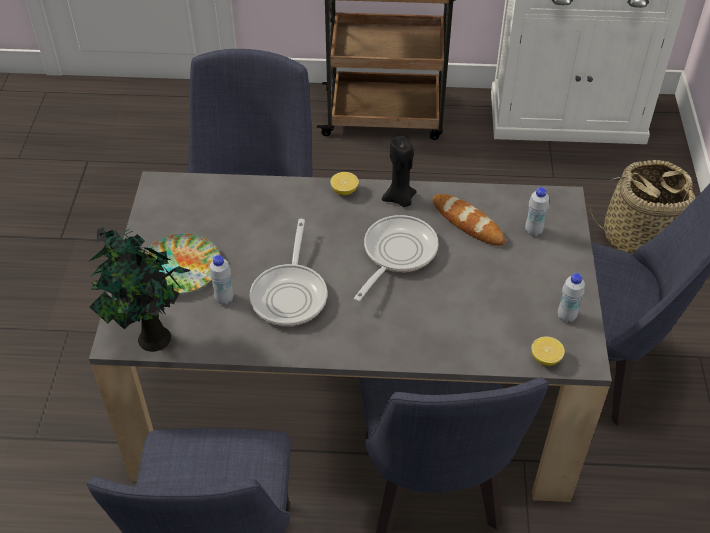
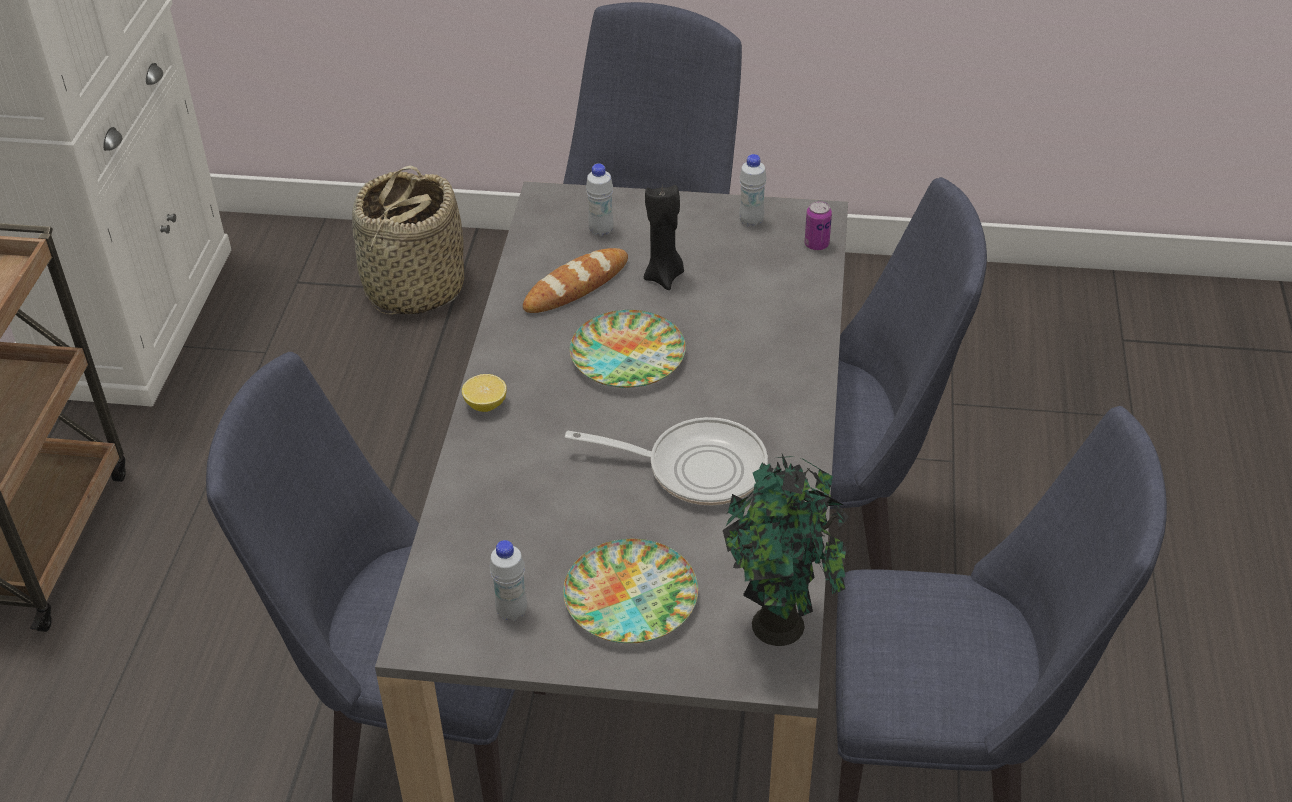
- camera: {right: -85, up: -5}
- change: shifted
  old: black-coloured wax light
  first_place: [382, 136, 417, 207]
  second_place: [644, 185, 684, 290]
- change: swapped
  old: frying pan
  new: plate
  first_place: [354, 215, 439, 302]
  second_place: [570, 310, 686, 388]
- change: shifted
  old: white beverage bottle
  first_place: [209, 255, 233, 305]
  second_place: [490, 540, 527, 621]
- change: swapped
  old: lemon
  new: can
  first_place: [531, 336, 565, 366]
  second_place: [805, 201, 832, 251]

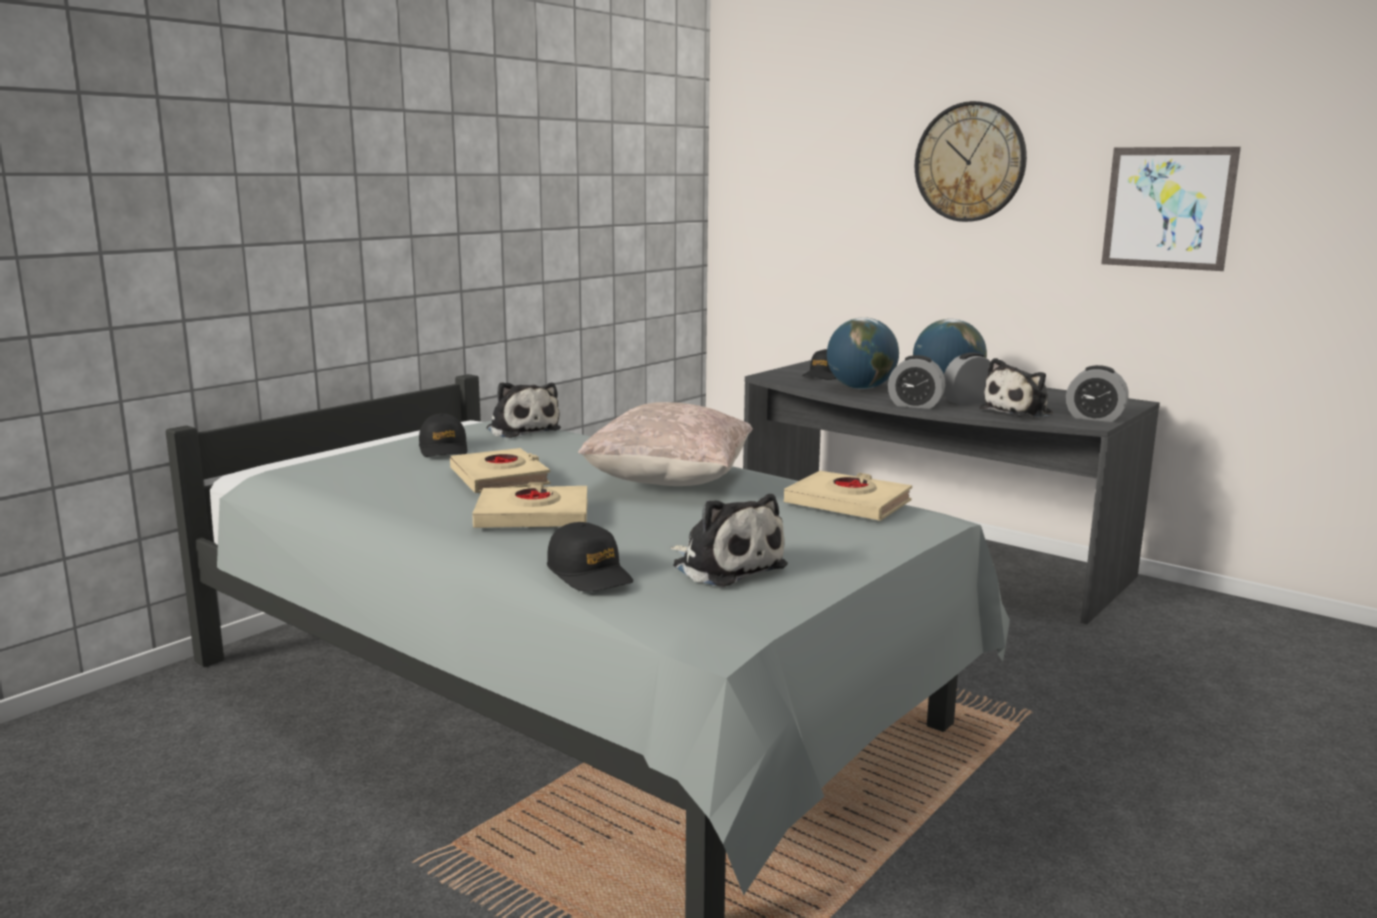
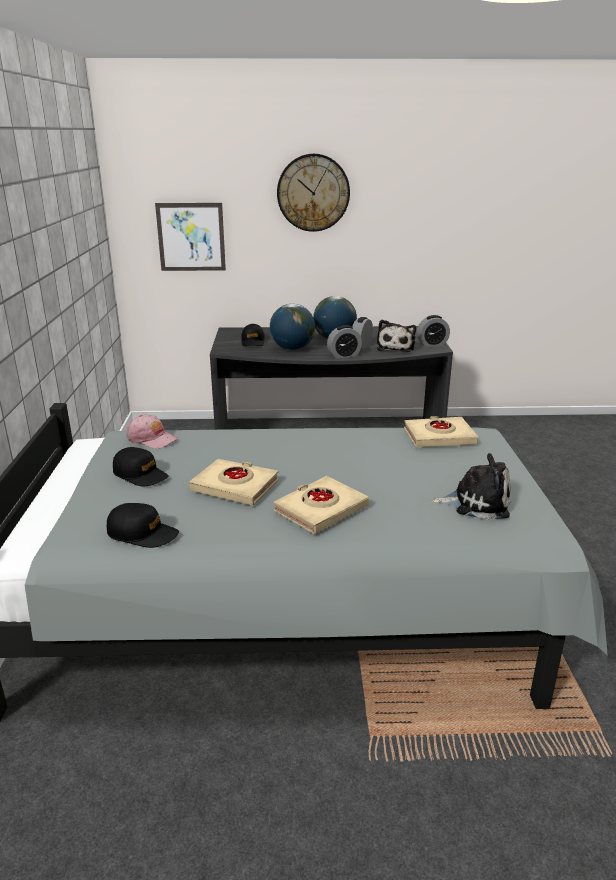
- camera: {right: -40, up: 10}
- change: shifted
  old: wall picture
  first_place: [1101, 147, 1241, 271]
  second_place: [155, 203, 226, 271]
- change: swapped
  old: plush toy
  new: pink-coloured cap
  first_place: [487, 382, 561, 438]
  second_place: [127, 415, 178, 449]
- change: gone
  old: beige pillow
  first_place: [578, 402, 753, 486]
- change: shifted
  old: black-coloured cap
  first_place: [547, 522, 633, 592]
  second_place: [107, 503, 179, 548]

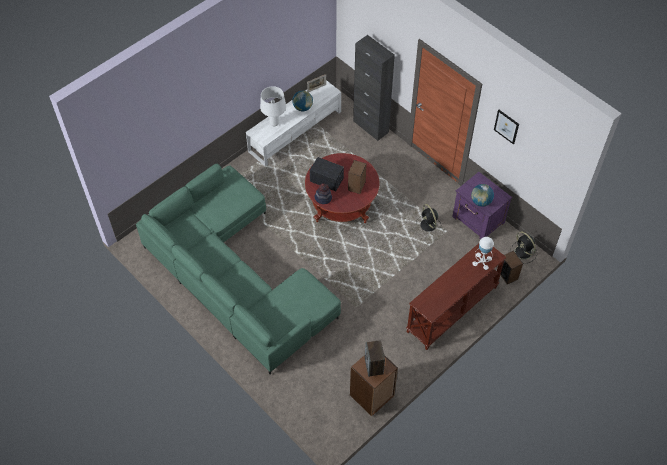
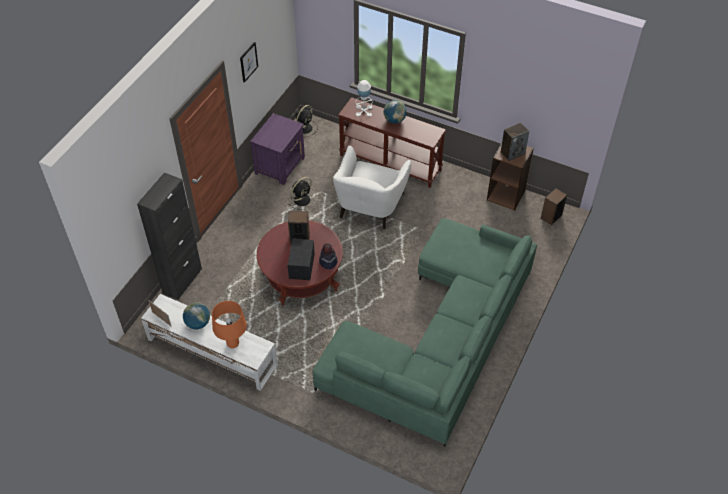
- camera: {right: -110, up: -5}
- change: repainted
  old: white lamp for a table
  new: orange-coloured lamp for a table
  first_place: [260, 86, 286, 126]
  second_place: [212, 301, 247, 348]
- change: shifted
  old: world globe
  first_place: [471, 184, 494, 207]
  second_place: [384, 100, 407, 123]
- change: shifted
  old: loudspeaker
  first_place: [500, 251, 523, 284]
  second_place: [541, 188, 567, 225]
- change: new
  new: white armchair
  second_place: [333, 146, 411, 229]

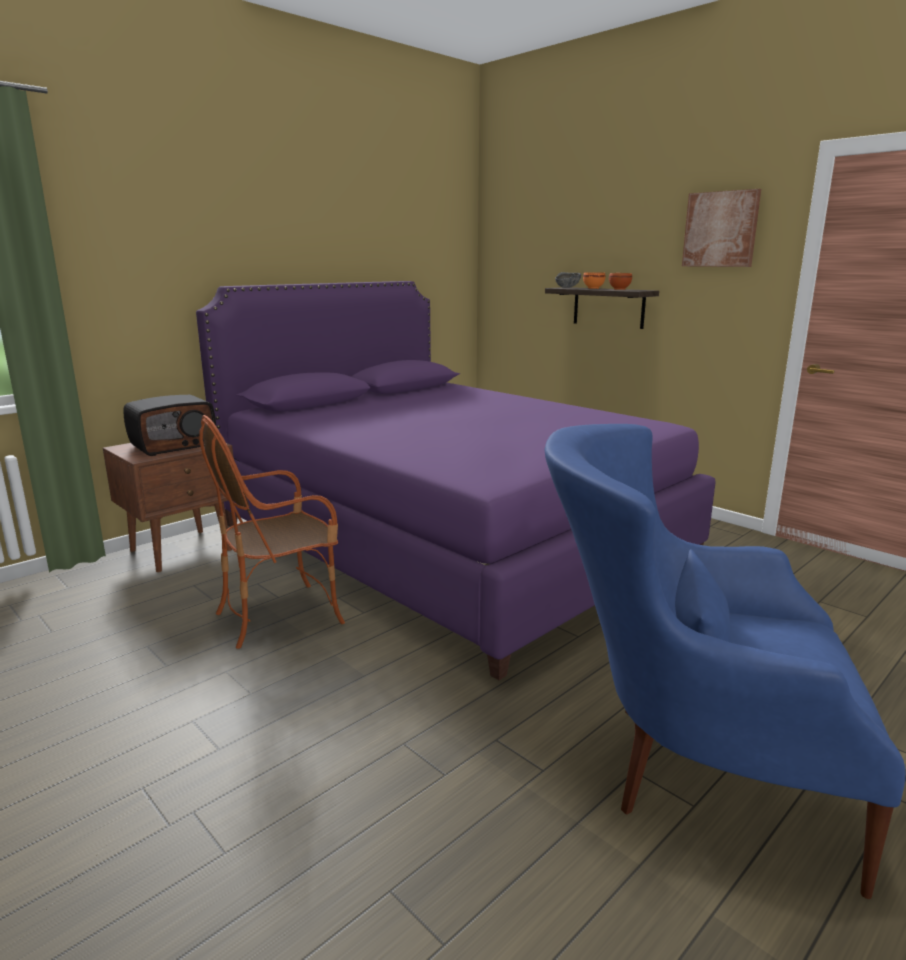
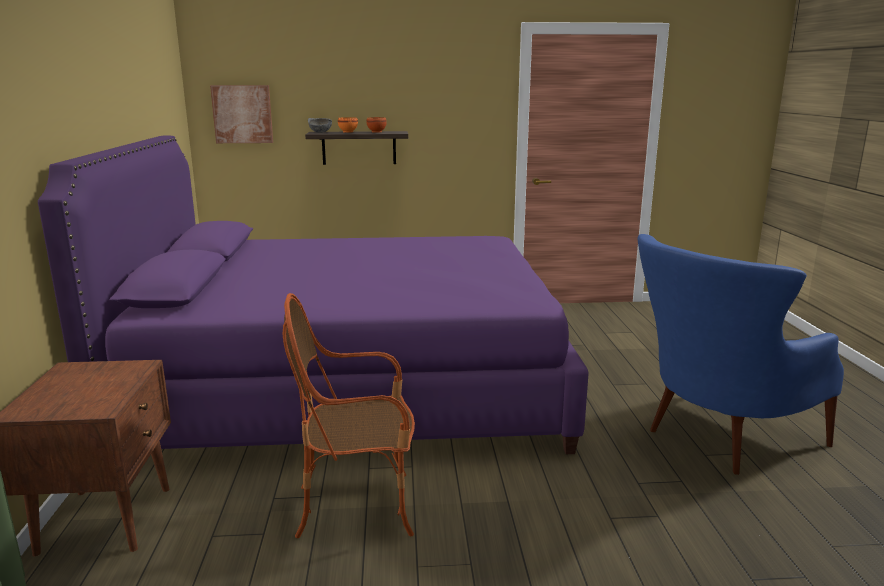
- camera: {right: -50, up: 0}
- change: shifted
  old: wall picture
  first_place: [682, 189, 761, 267]
  second_place: [210, 85, 273, 143]
- change: gone
  old: radio
  first_place: [124, 395, 216, 456]
- change: rotated
  old: armchair
  first_place: [199, 415, 345, 649]
  second_place: [283, 293, 415, 538]
  degrees: 75

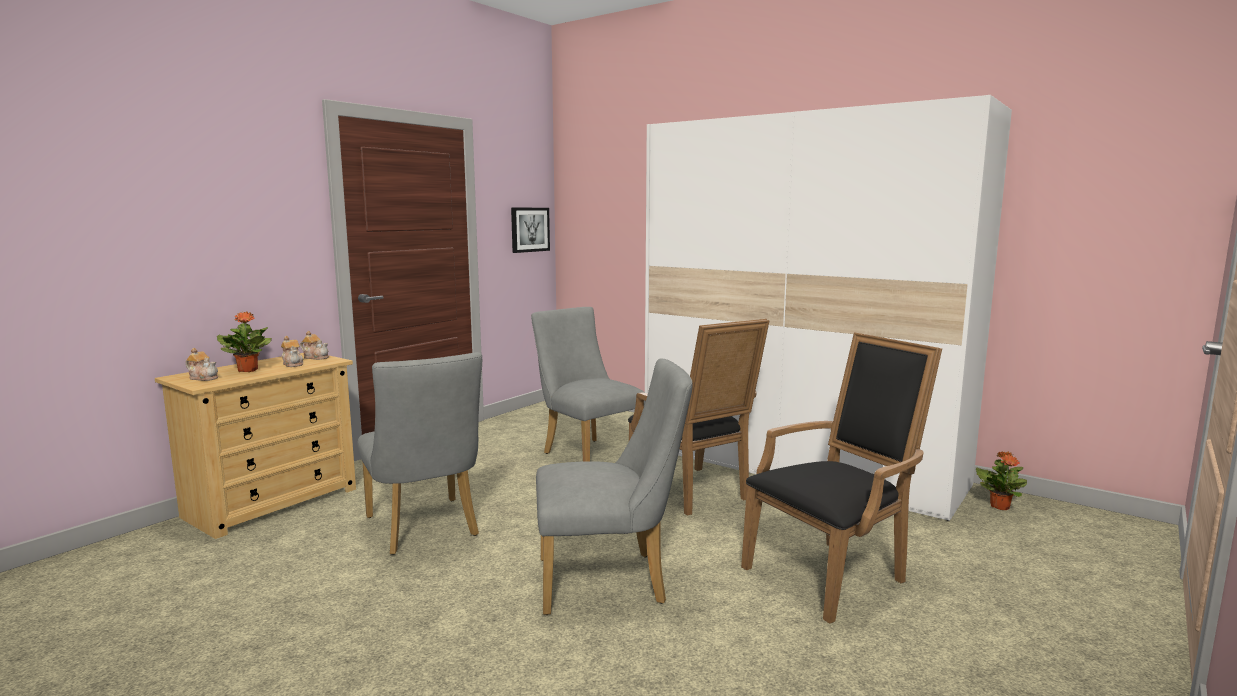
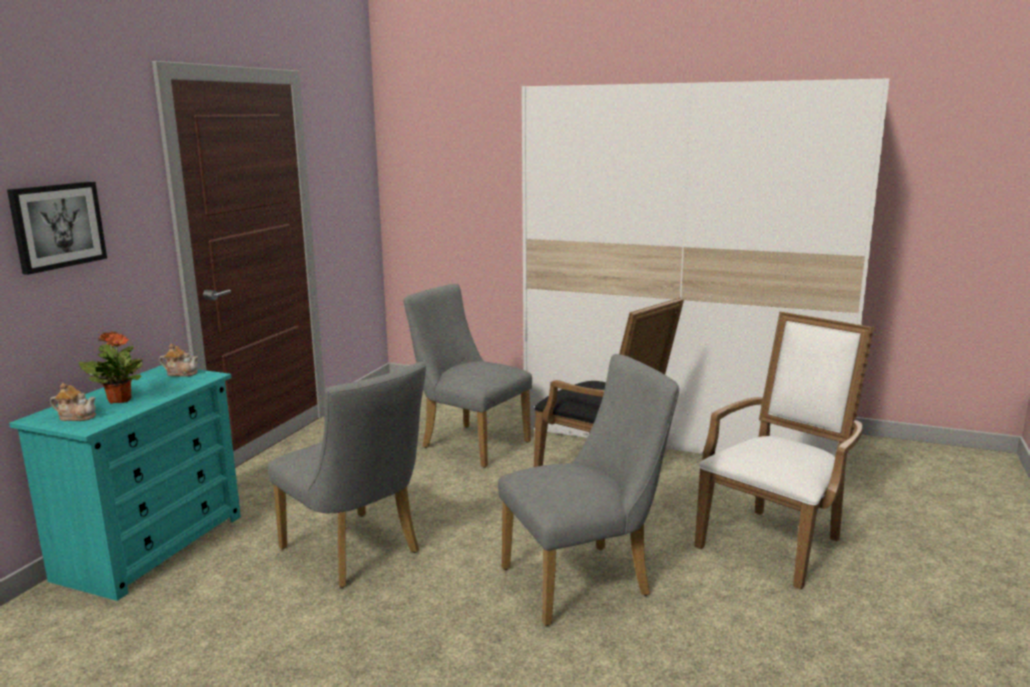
- camera: {right: -15, up: 5}
- change: shifted
  old: wall picture
  first_place: [511, 208, 550, 253]
  second_place: [7, 182, 107, 275]
- change: repainted
  old: black-coloured armchair
  new: white armchair
  first_place: [741, 332, 942, 624]
  second_place: [695, 311, 874, 590]
- change: gone
  old: tea pot
  first_place: [281, 336, 303, 367]
- change: repainted
  old: beige chest of drawers
  new: turquoise-coloured chest of drawers
  first_place: [155, 353, 356, 539]
  second_place: [9, 365, 241, 601]
- change: gone
  old: plant in a pot
  first_place: [976, 451, 1027, 510]

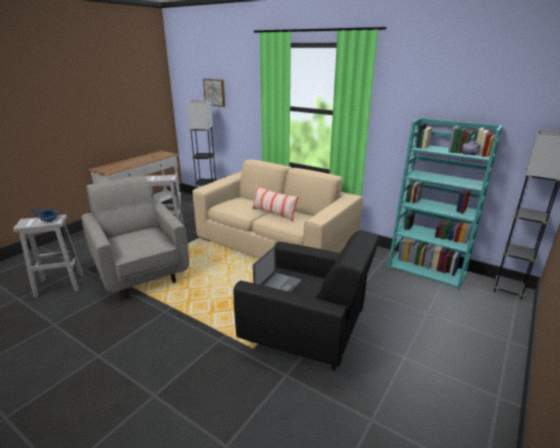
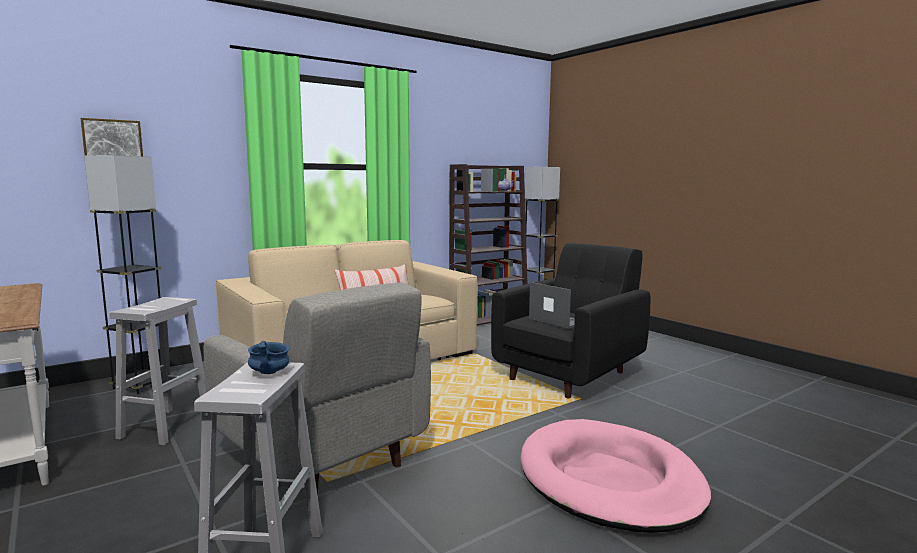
- camera: {right: -70, up: -15}
- change: repainted
  old: turquoise-coloured bookshelf
  new: brownish bookshelf
  first_place: [388, 118, 503, 290]
  second_place: [449, 164, 527, 325]
- change: rotated
  old: greyish armchair
  first_place: [82, 176, 189, 299]
  second_place: [204, 282, 431, 495]
  degrees: -120
- change: new
  new: pink-coloured dog bed
  second_place: [520, 419, 711, 533]

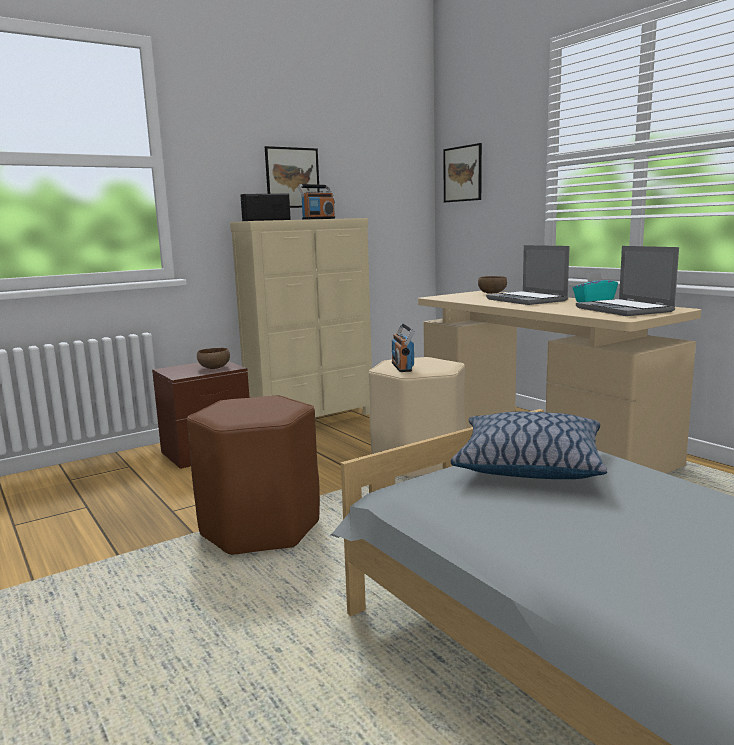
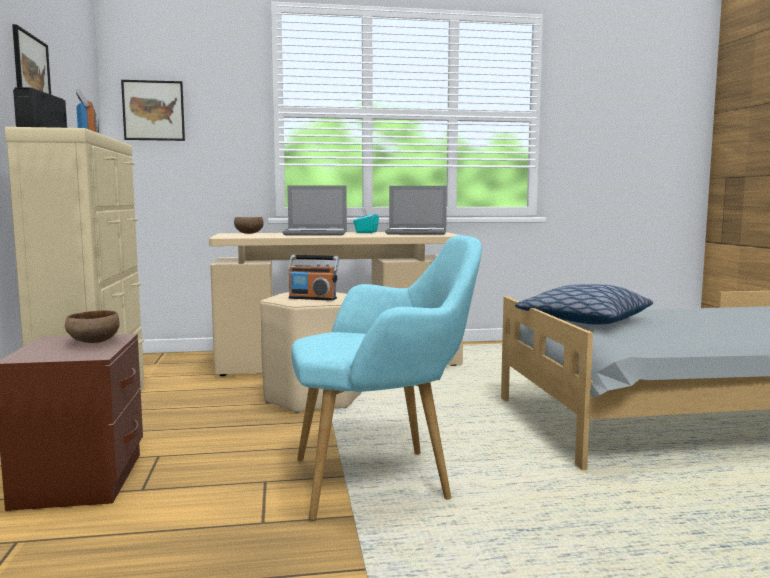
- camera: {right: -65, up: -5}
- change: swapped
  old: brownish sitting stool
  new: turquoise-coloured armchair
  first_place: [187, 396, 320, 555]
  second_place: [291, 235, 482, 521]

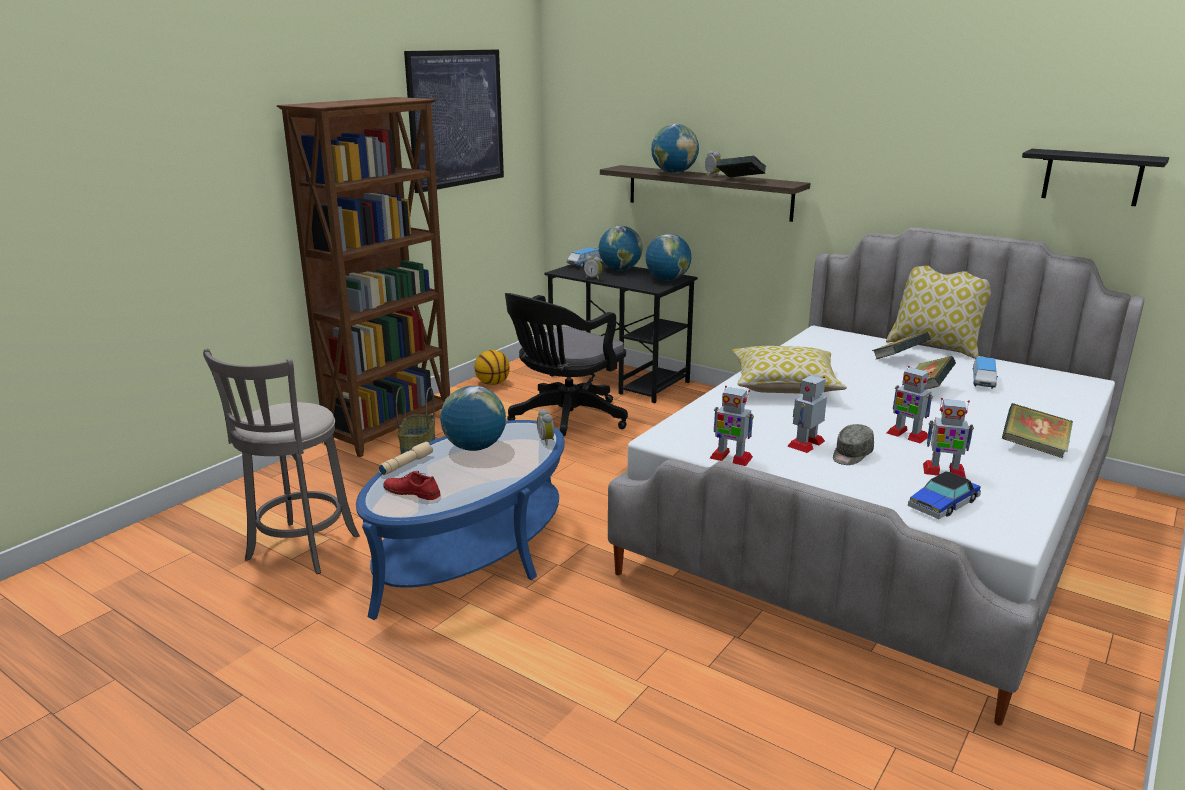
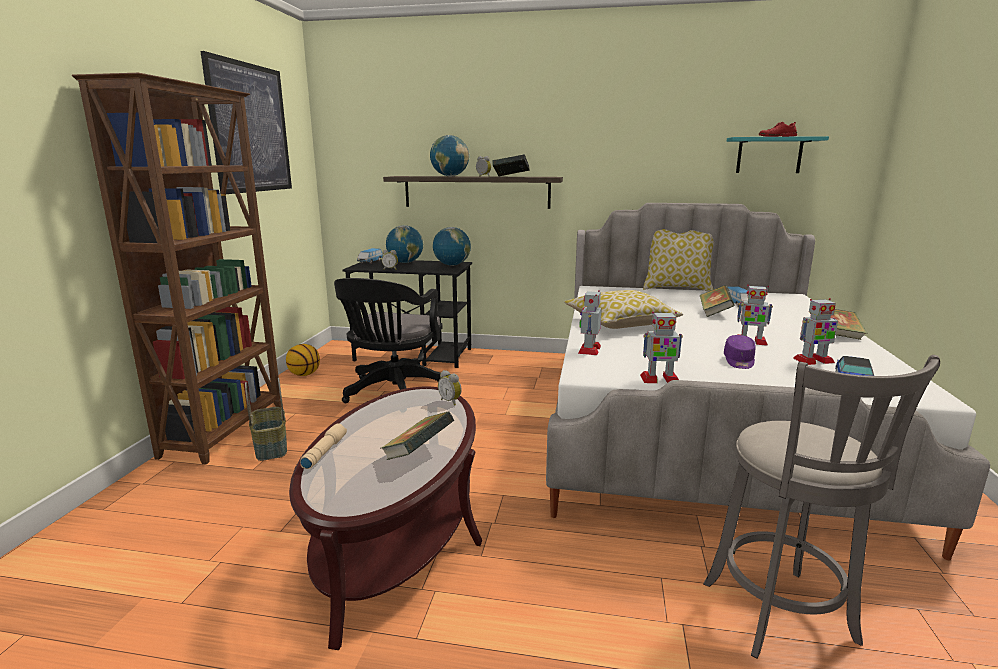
- camera: {right: -25, up: -5}
- change: repainted
  old: black-coloured shelf
  new: turquoise-coloured shelf
  first_place: [1022, 149, 1169, 206]
  second_place: [726, 136, 829, 173]
- change: shifted
  old: book
  first_place: [872, 332, 930, 359]
  second_place: [380, 412, 454, 460]
- change: shifted
  old: greyish sitting stool
  first_place: [203, 349, 360, 574]
  second_place: [703, 355, 940, 659]
- change: shifted
  old: toy robot
  first_place: [787, 375, 827, 453]
  second_place: [578, 290, 602, 355]
- change: gone
  old: world globe
  first_place: [440, 386, 506, 451]
- change: repainted
  old: blue-coloured low table
  new: brownish low table
  first_place: [356, 420, 565, 620]
  second_place: [289, 387, 482, 650]
- change: repainted
  old: greyish cap
  new: purple-coloured cap
  first_place: [833, 424, 874, 465]
  second_place: [724, 335, 756, 369]
- change: shifted
  old: reddish shoe
  first_place: [383, 471, 441, 500]
  second_place: [759, 122, 797, 137]

